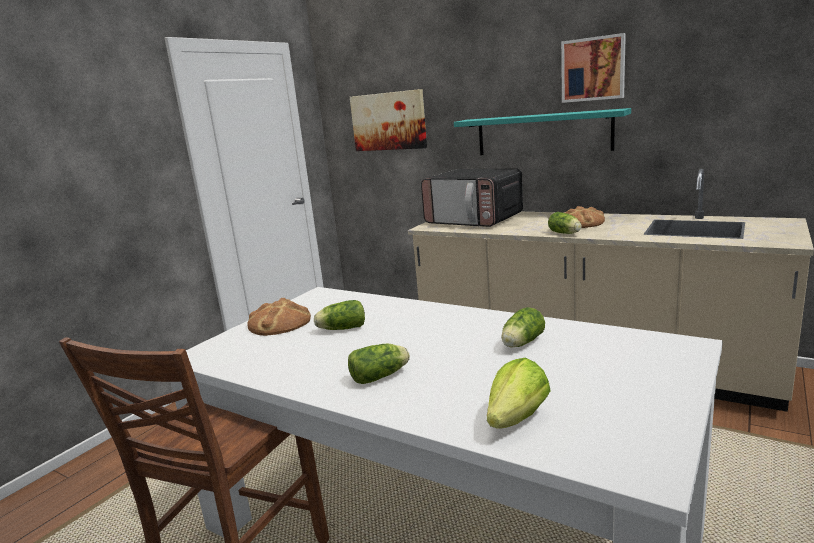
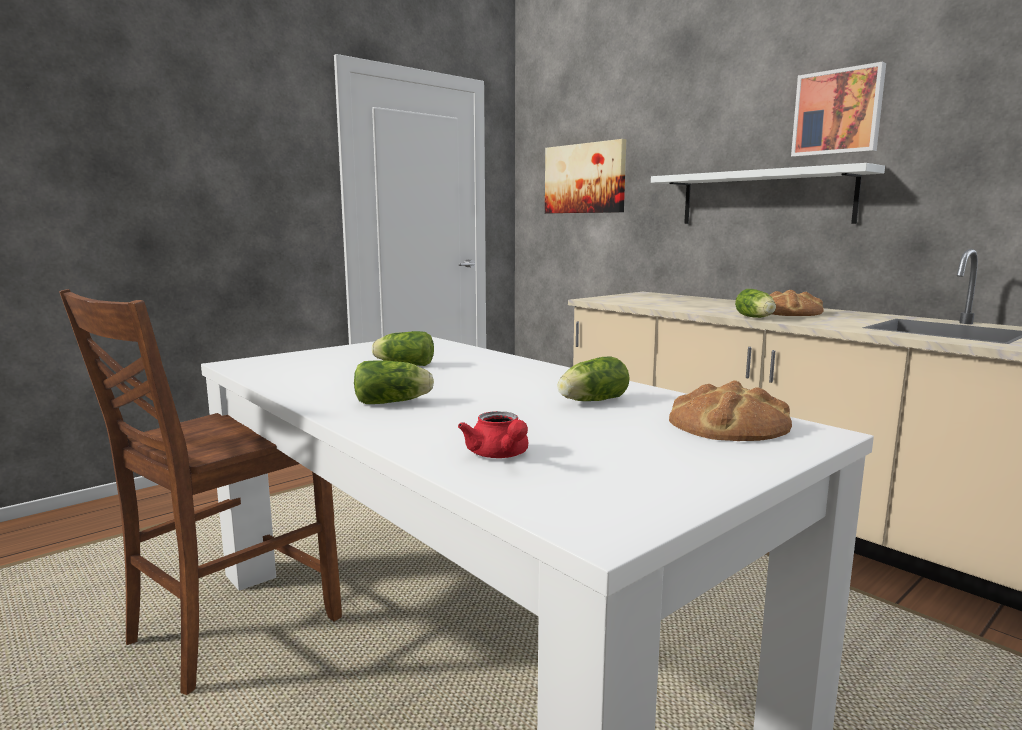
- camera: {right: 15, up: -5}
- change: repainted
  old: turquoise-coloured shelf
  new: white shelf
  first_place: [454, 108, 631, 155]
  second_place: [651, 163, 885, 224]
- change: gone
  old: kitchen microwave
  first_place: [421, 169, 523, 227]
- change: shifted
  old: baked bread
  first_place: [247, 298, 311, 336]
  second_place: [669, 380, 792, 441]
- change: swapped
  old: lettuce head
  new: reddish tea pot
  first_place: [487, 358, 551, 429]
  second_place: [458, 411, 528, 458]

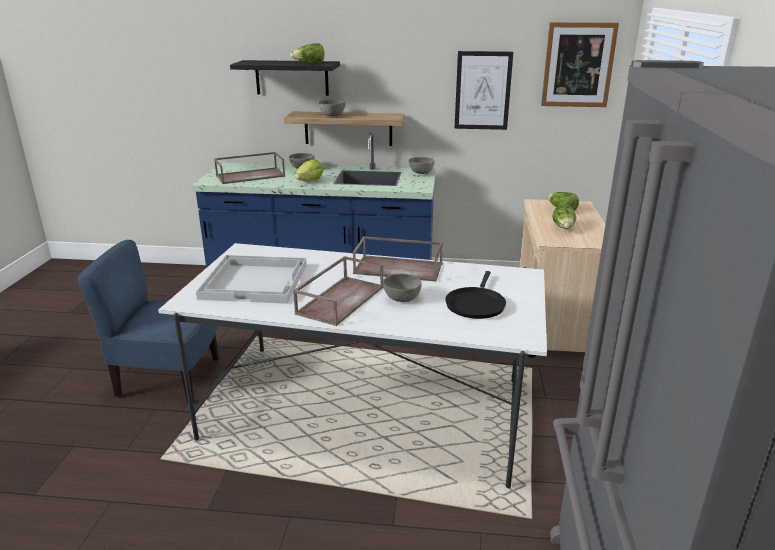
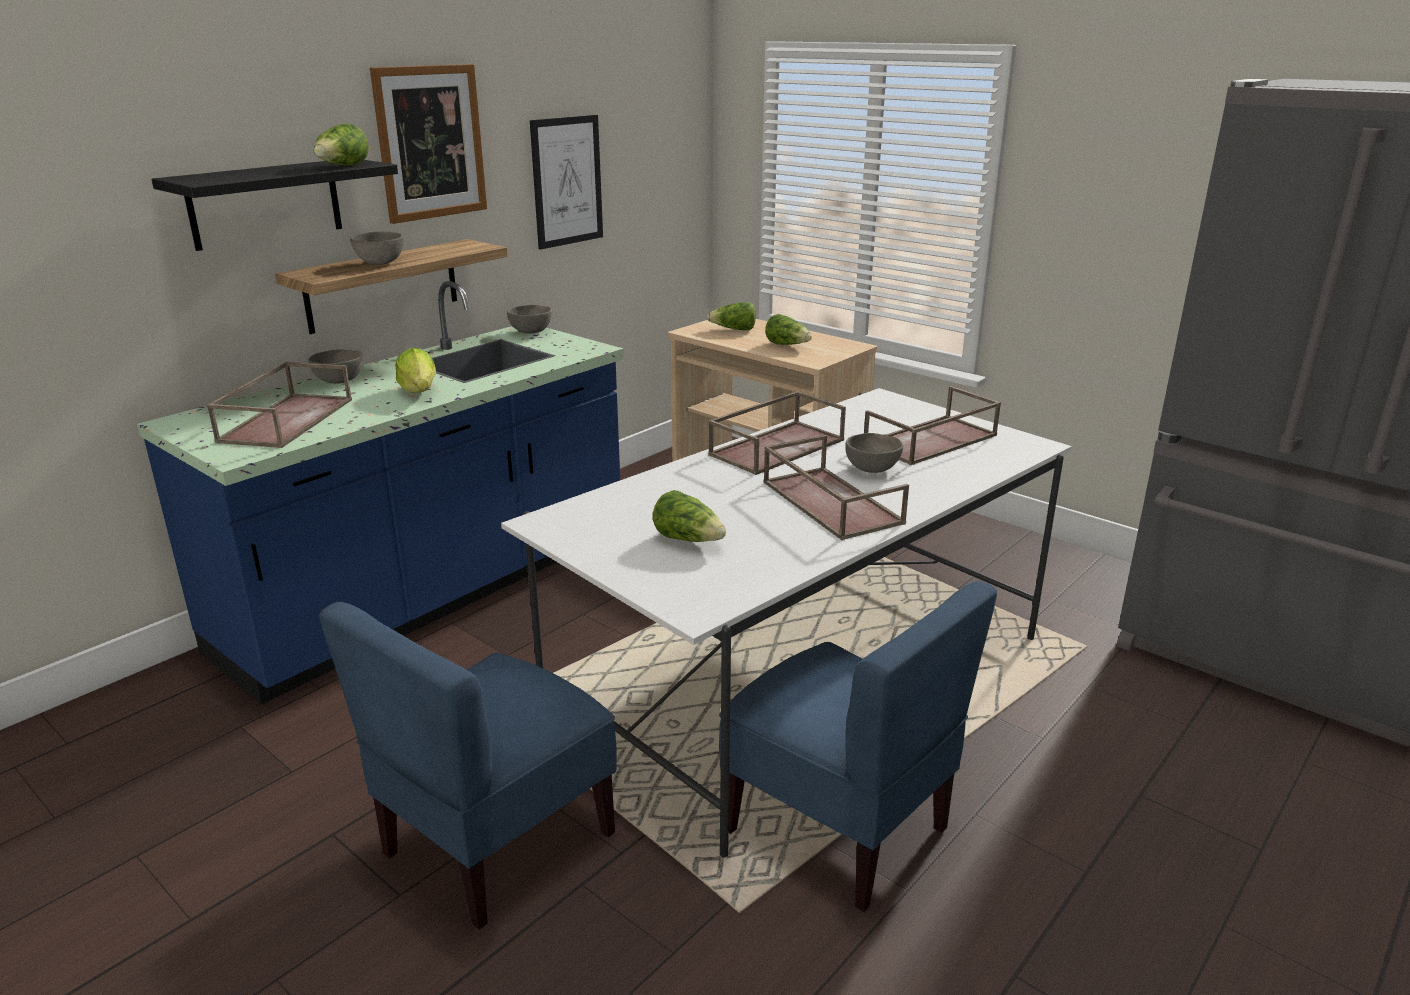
- camera: {right: -55, up: 0}
- change: shifted
  old: wall picture
  first_place: [541, 22, 619, 107]
  second_place: [370, 64, 487, 224]
- change: swapped
  old: white tray
  new: lettuce head
  first_place: [196, 255, 307, 304]
  second_place: [653, 490, 726, 542]
- change: swapped
  old: black-coloured frying pan
  new: brownish tray
  first_place: [445, 271, 506, 319]
  second_place: [864, 386, 1001, 465]
- change: new
  new: blue-coloured chair
  second_place: [719, 581, 997, 912]

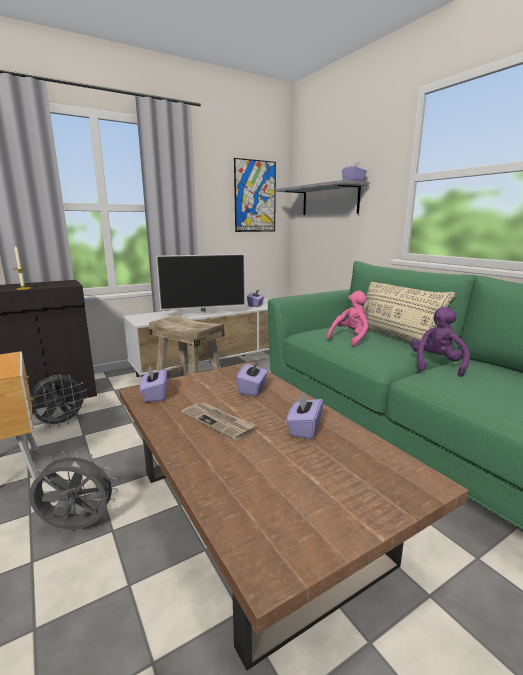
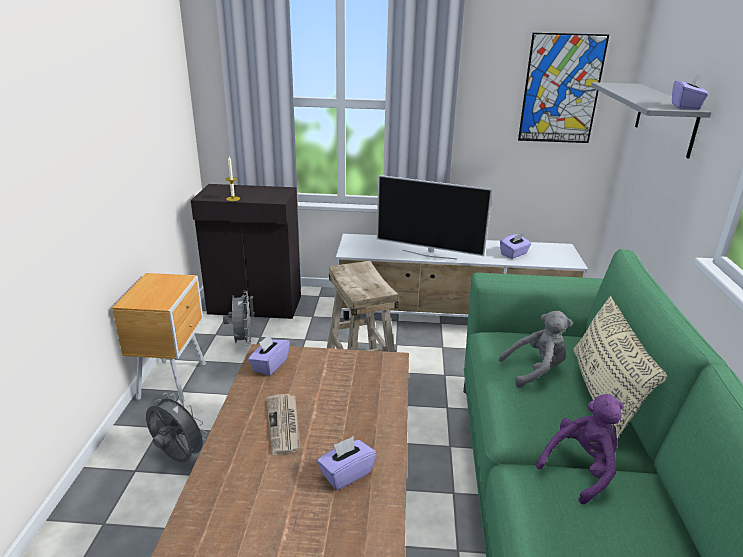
- camera: {right: 35, up: 10}
- change: repainted
  old: pink-coloured plush toy
  new: greyish plush toy
  first_place: [326, 291, 368, 347]
  second_place: [498, 311, 573, 388]
- change: gone
  old: purple-coloured box of tissues
  first_place: [236, 361, 268, 396]
- change: rotated
  old: greyish electric fan
  first_place: [30, 374, 88, 428]
  second_place: [223, 291, 251, 346]
  degrees: -90

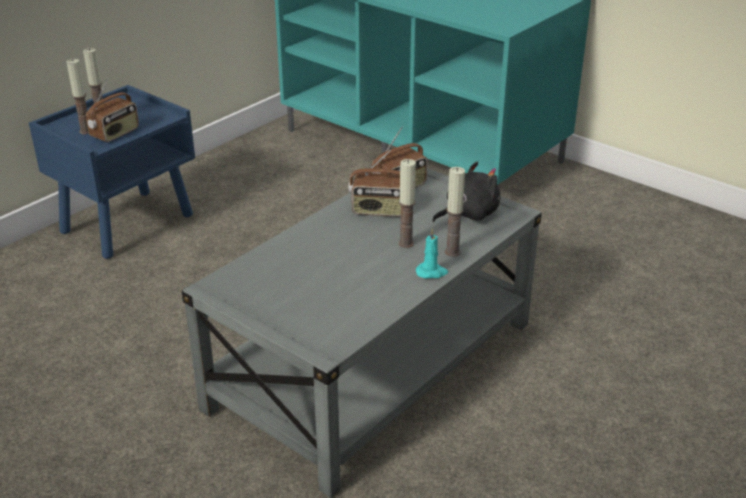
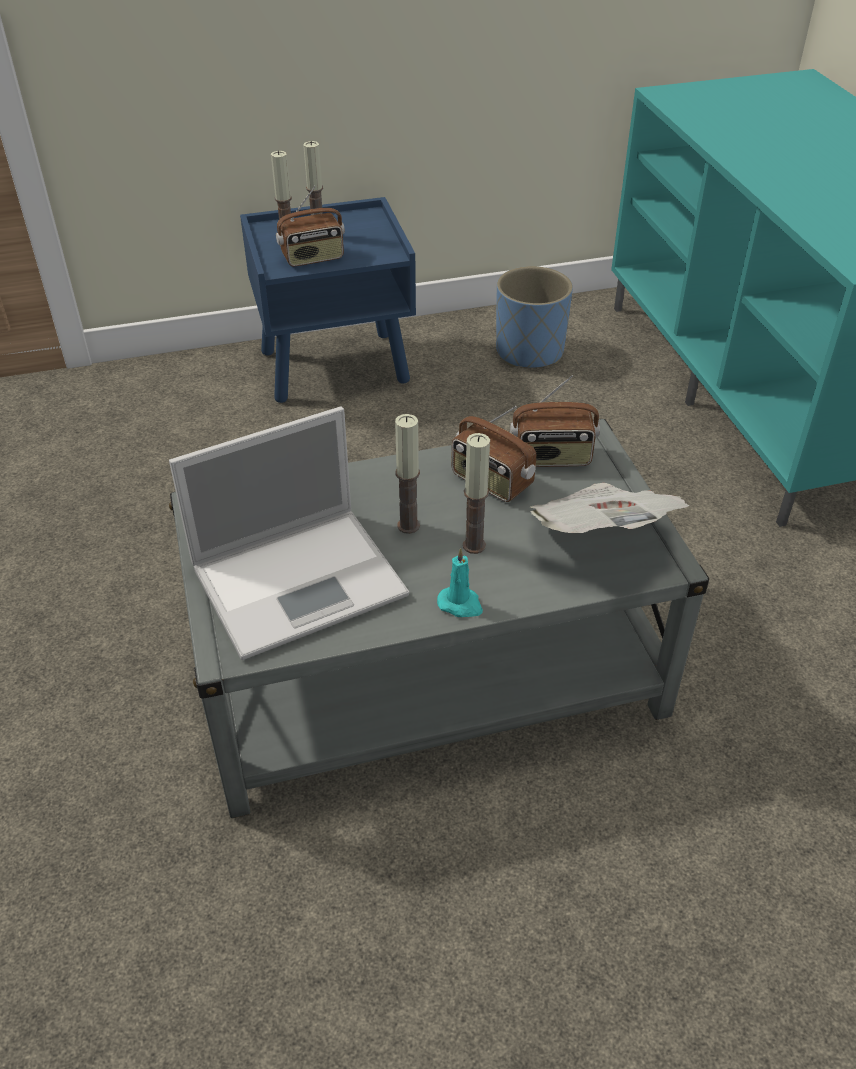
- camera: {right: 35, up: 10}
- change: swapped
  old: black-coloured plush toy
  new: newspaper
  first_place: [432, 162, 500, 222]
  second_place: [530, 483, 689, 533]
- change: shifted
  old: wax light
  first_place: [445, 167, 465, 257]
  second_place: [395, 414, 420, 534]
- change: new
  new: blue-coloured plant pot
  second_place: [496, 266, 573, 368]
- change: new
  new: portable computer
  second_place: [169, 407, 409, 660]

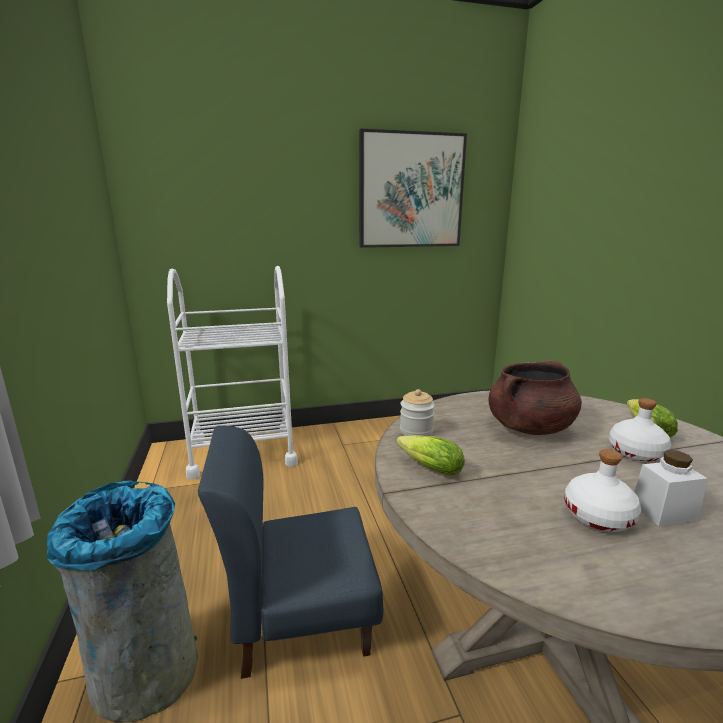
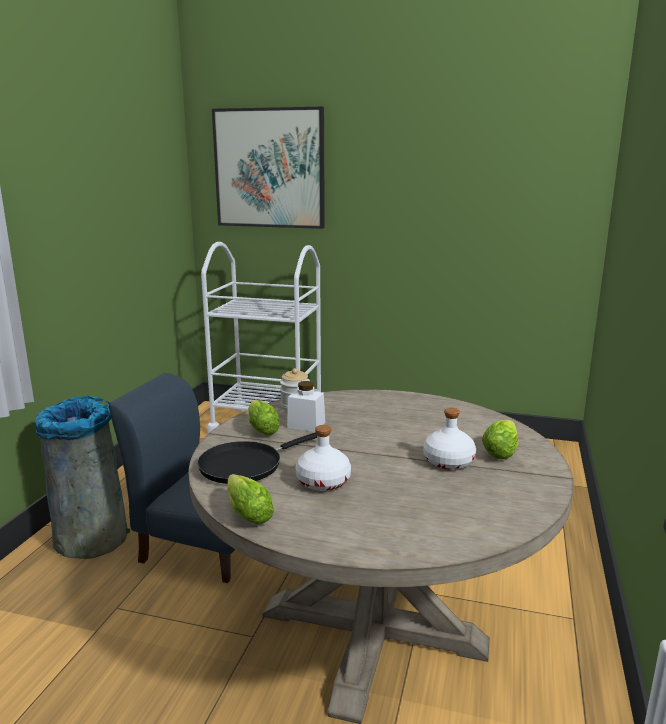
- camera: {right: 30, up: 0}
- change: shifted
  old: wall picture
  first_place: [359, 129, 467, 248]
  second_place: [212, 107, 325, 229]
- change: gone
  old: brownish stockpot
  first_place: [489, 360, 582, 435]
- change: shifted
  old: white preserve jar
  first_place: [635, 450, 708, 526]
  second_place: [287, 381, 325, 432]
- change: new
  new: black-coloured frying pan
  second_place: [197, 432, 317, 484]
- change: new
  new: lettuce head
  second_place: [227, 474, 274, 524]

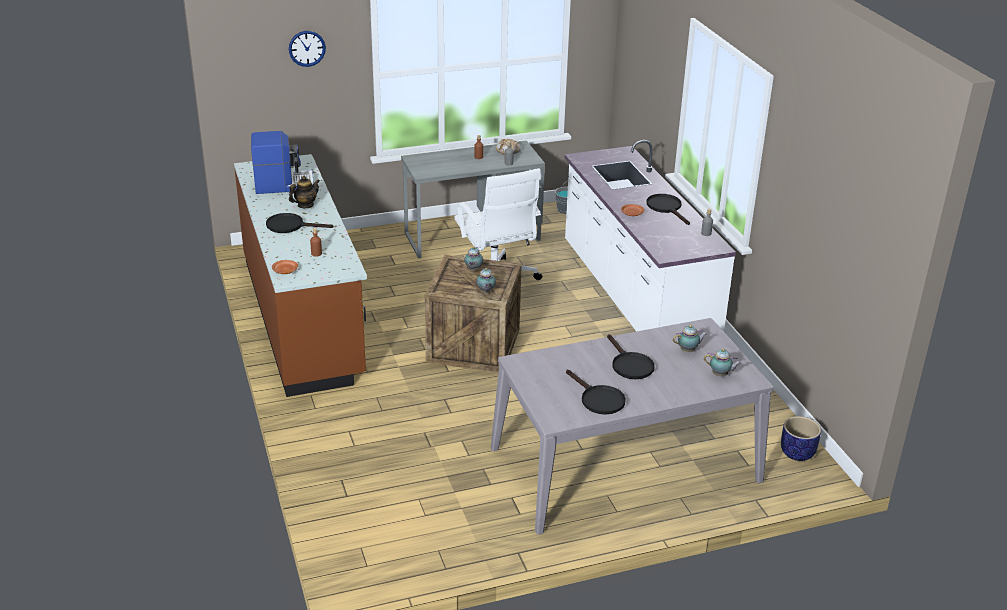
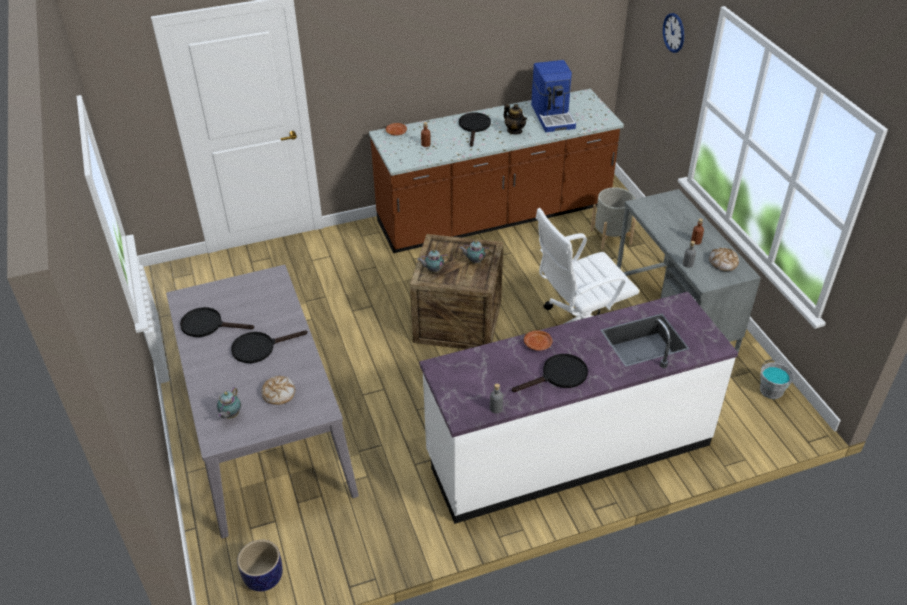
- camera: {right: 90, up: 10}
- change: swapped
  old: tea pot
  new: baked bread
  first_place: [673, 325, 707, 352]
  second_place: [262, 376, 296, 405]
- change: rotated
  old: black-coloured frying pan
  first_place: [566, 369, 626, 415]
  second_place: [180, 307, 254, 337]
  degrees: 45
- change: new
  new: greyish plant pot
  second_place: [591, 187, 636, 250]

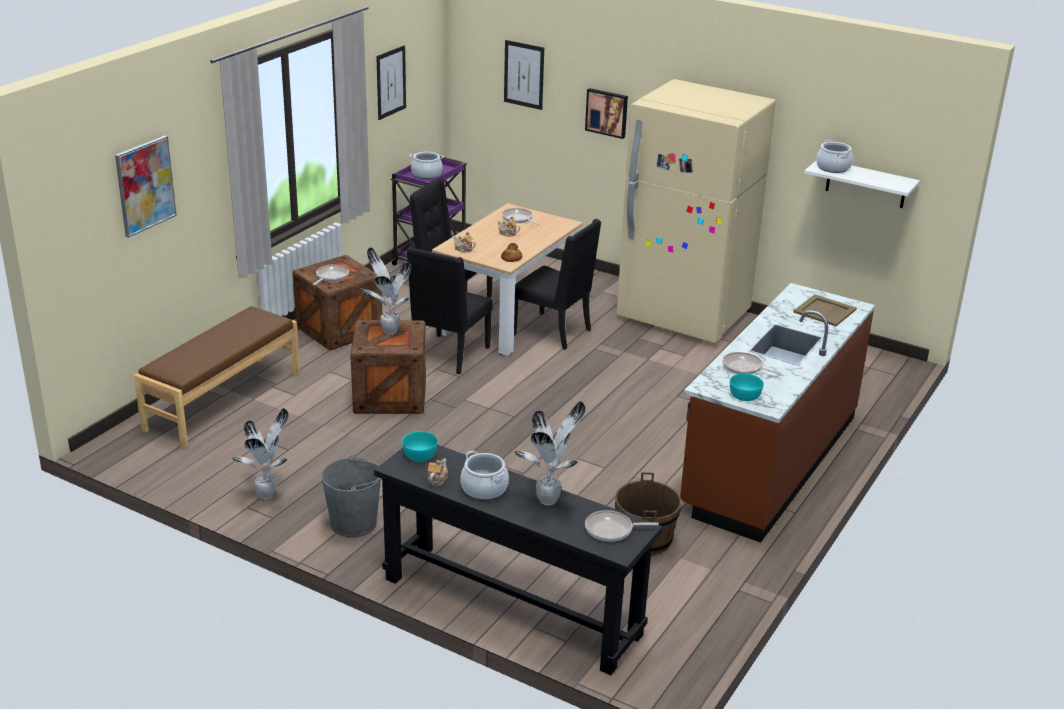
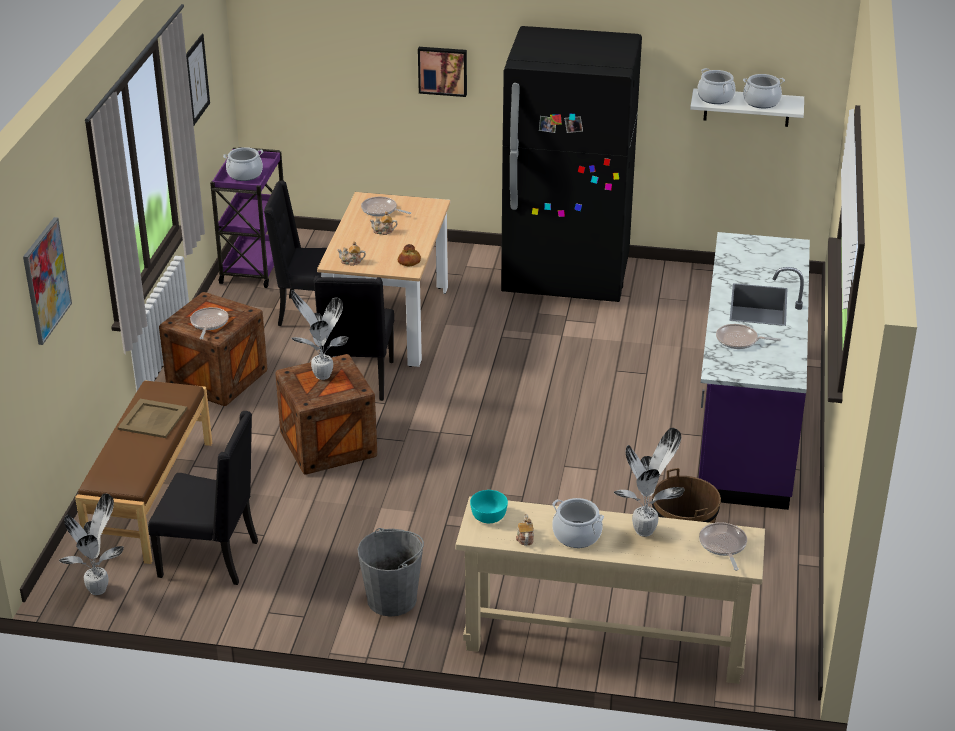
- camera: {right: -20, up: 5}
- change: gone
  old: wall picture
  first_place: [504, 40, 544, 110]
- change: repainted
  old: beige refrigerator
  new: black-coloured refrigerator
  first_place: [616, 79, 776, 343]
  second_place: [501, 26, 642, 302]
- change: shifted
  old: black-coloured chair
  first_place: [514, 219, 601, 350]
  second_place: [148, 411, 258, 585]
- change: repainted
  old: brownish counter
  new: purple-coloured counter
  first_place: [680, 283, 875, 543]
  second_place: [699, 232, 810, 510]
- change: shifted
  old: beige tray
  first_place: [793, 294, 857, 326]
  second_place: [118, 399, 187, 438]
- change: gone
  old: turquoise-coloured bowl
  first_place: [730, 373, 764, 401]
- change: shifted
  old: plant in a pot
  first_place: [232, 408, 289, 500]
  second_place: [59, 493, 124, 595]
- change: repainted
  old: black-coloured hall table
  new: beige hall table
  first_place: [374, 445, 663, 675]
  second_place: [455, 496, 765, 684]
- change: rotated
  old: frying pan
  first_place: [585, 510, 659, 542]
  second_place: [699, 522, 747, 571]
  degrees: 105
- change: new
  new: stockpot
  second_place: [743, 74, 785, 108]

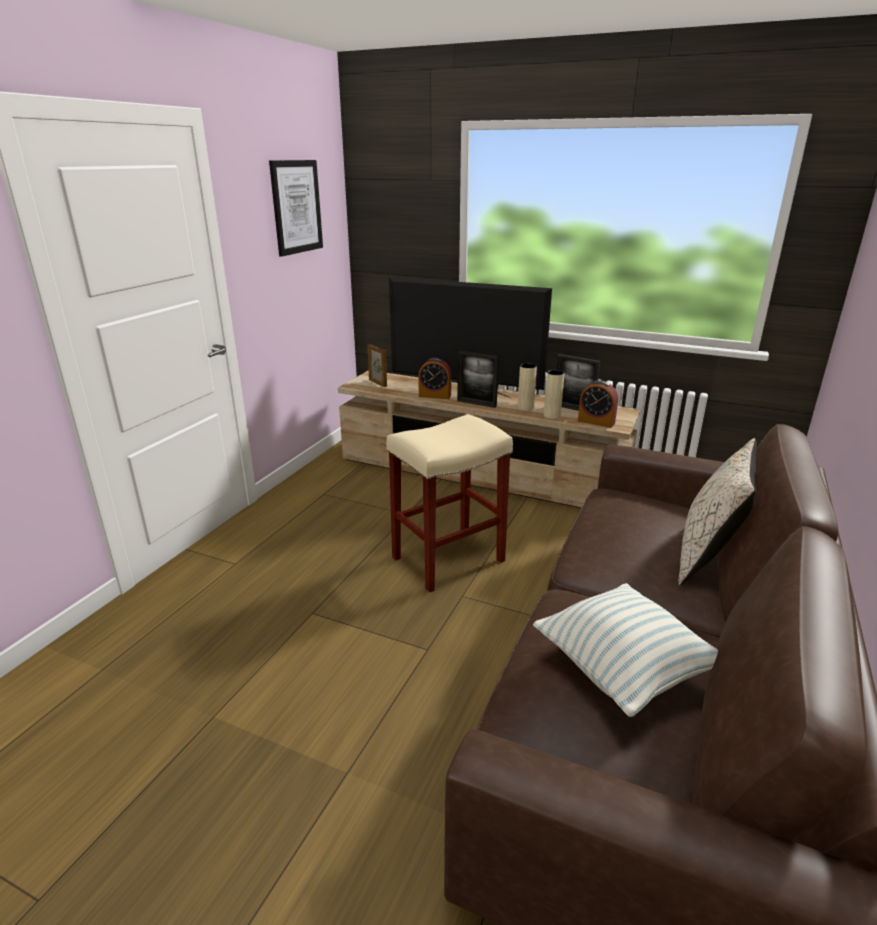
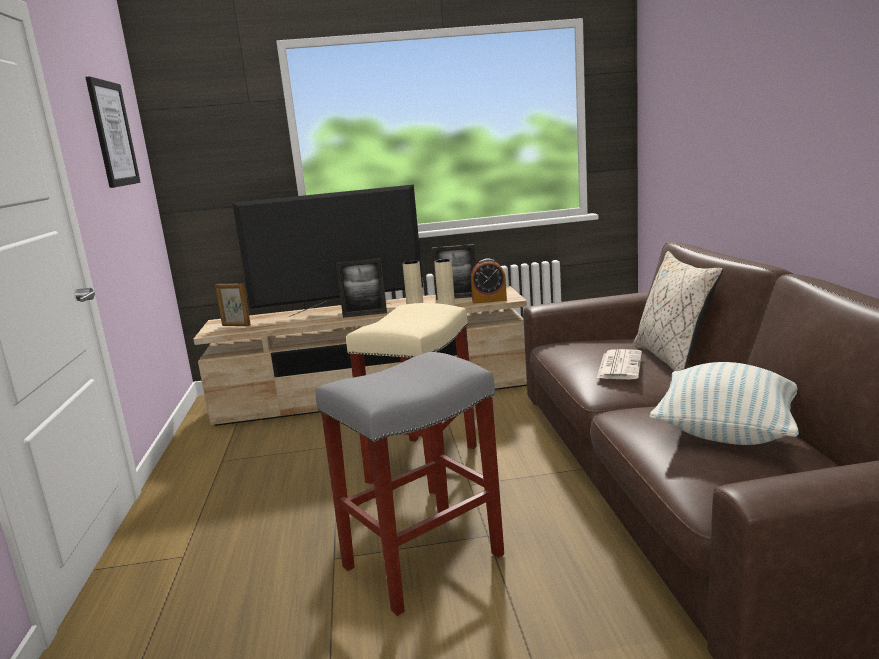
- camera: {right: -30, up: -10}
- change: gone
  old: alarm clock
  first_place: [418, 358, 451, 399]
- change: new
  new: newspaper
  second_place: [596, 349, 642, 379]
- change: new
  new: greyish sitting stool
  second_place: [316, 352, 504, 616]

